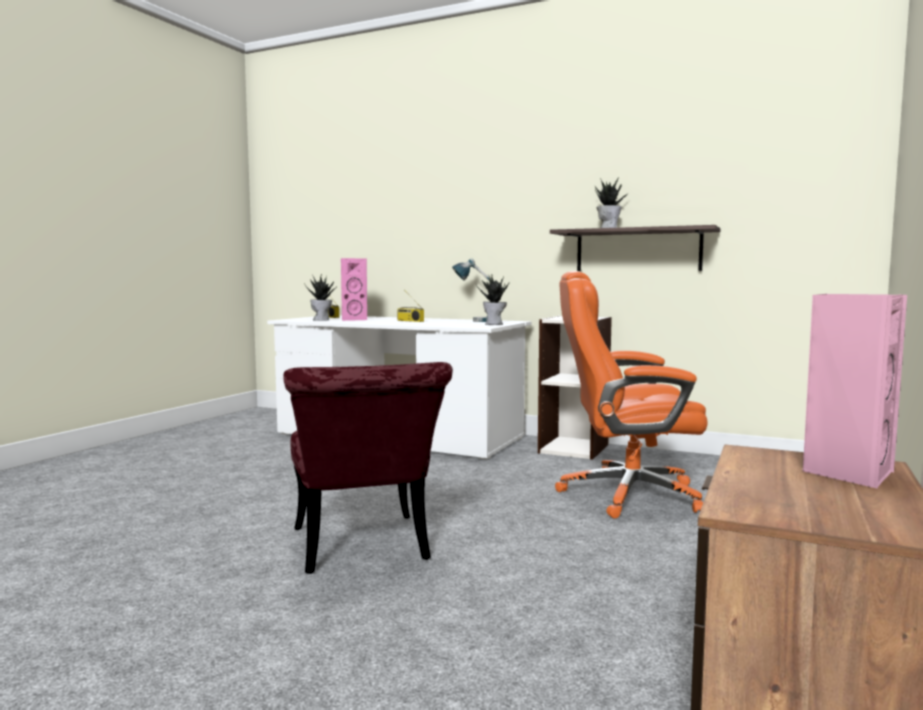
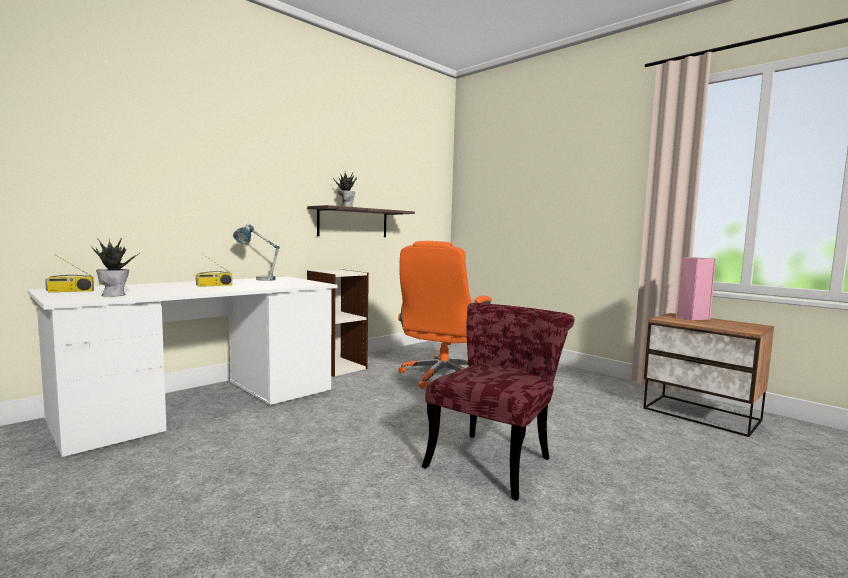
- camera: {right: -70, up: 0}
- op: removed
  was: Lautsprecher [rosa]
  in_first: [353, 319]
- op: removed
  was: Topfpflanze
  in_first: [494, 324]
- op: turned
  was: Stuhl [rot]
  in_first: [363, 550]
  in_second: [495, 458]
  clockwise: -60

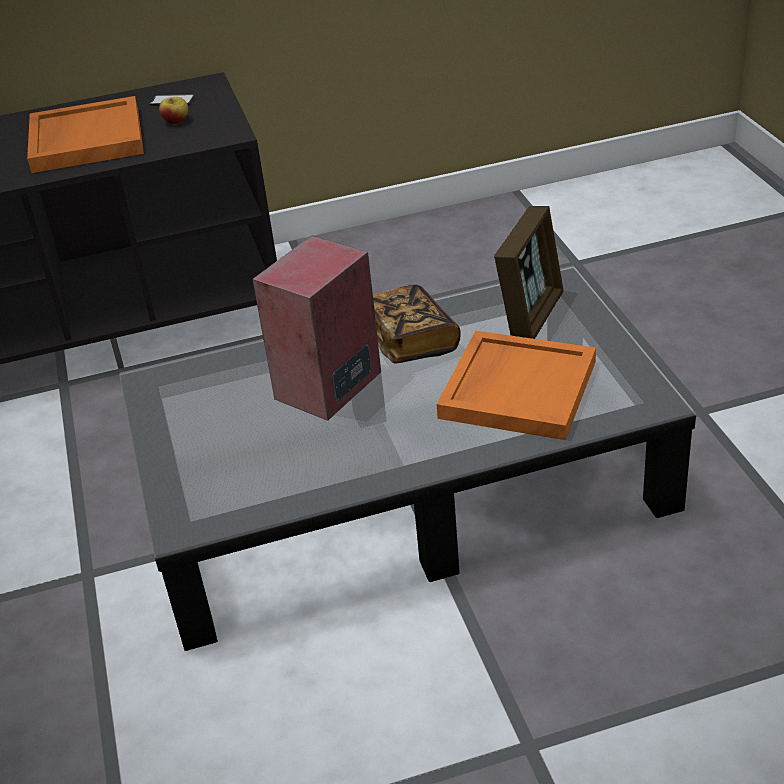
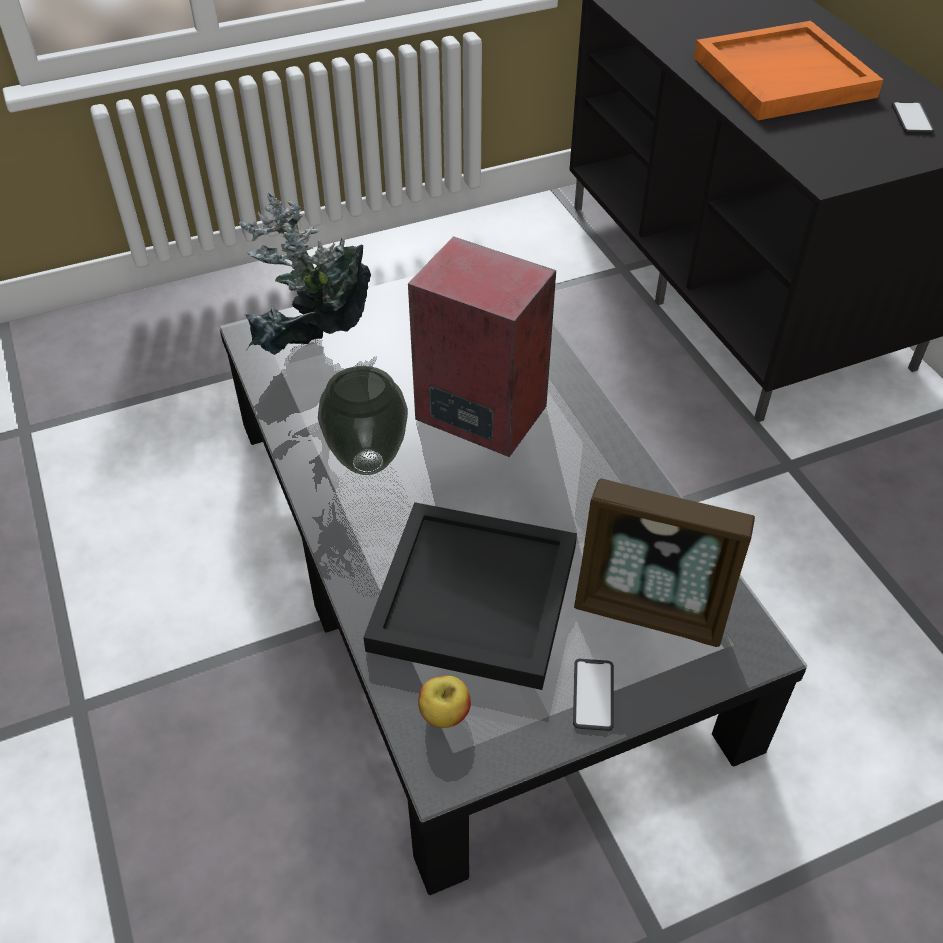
- camera: {right: 80, up: 10}
- op: moved
  was: Apfel
  in_first: [176, 121]
  in_second: [444, 714]
- op: removed
  was: Buch
  in_first: [410, 342]
- op: recoloured
  was: Tablett [orange]
  now: Tablett [schwarz]
  in_first: [517, 388]
  in_second: [476, 596]
- op: added
  now: Topfpflanze
  in_second: [316, 350]
- op: added
  now: Vase
  in_second: [367, 461]
- op: added
  now: Handy
  in_second: [593, 695]

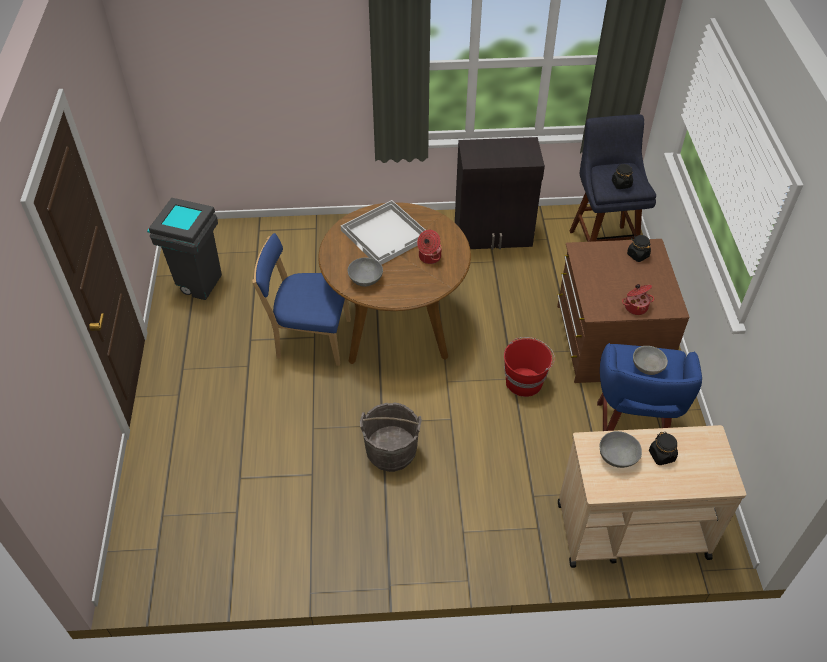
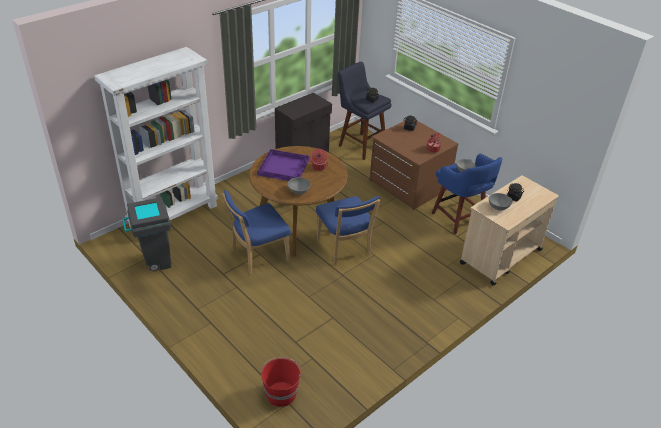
- camera: {right: -40, up: -10}
- op: recoloured
  was: Tablett [weiß]
  now: Tablett [lila]
  in_first: [386, 234]
  in_second: [284, 167]
- op: moved
  was: Eimer [rot]
  in_first: [524, 381]
  in_second: [281, 393]
- op: removed
  was: Eimer [grau]
  in_first: [391, 452]
- op: added
  now: Bücherregal [weiß]
  in_second: [174, 215]
- op: added
  now: Stuhl [blau]
  in_second: [344, 248]

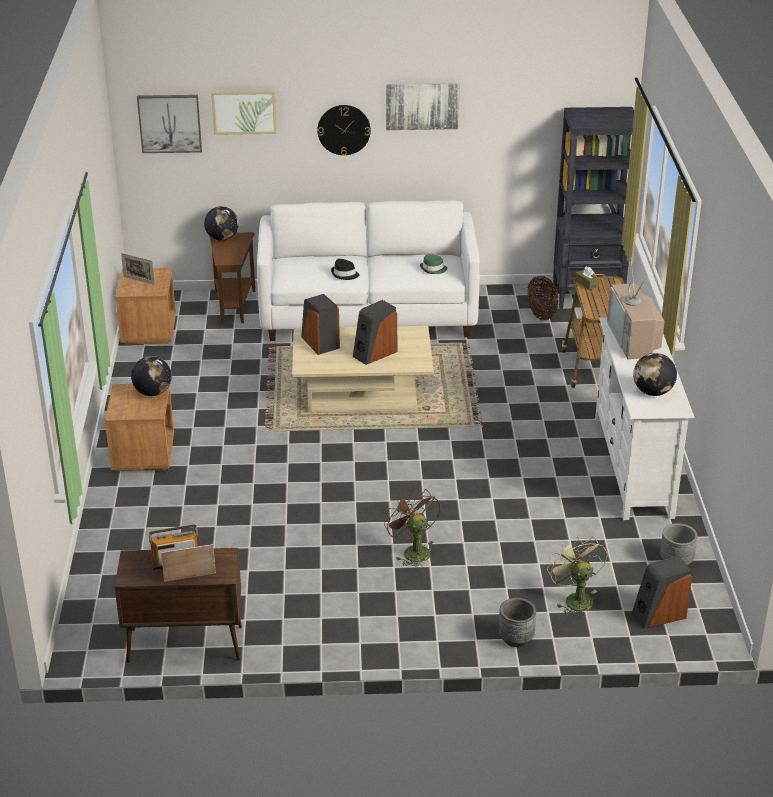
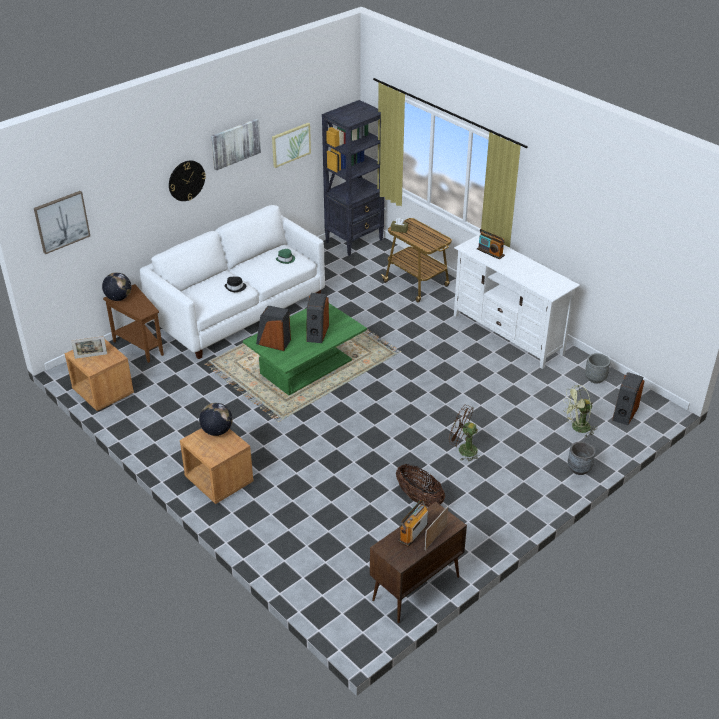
- camera: {right: -40, up: 5}
- op: moved
  was: Bild
  in_first: [244, 112]
  in_second: [291, 144]
- op: replaced
  was: Fernseher
  now: Radio
  in_first: [634, 339]
  in_second: [490, 252]
- op: moved
  was: Korb
  in_first: [541, 313]
  in_second: [419, 498]
- op: recoloured
  was: Couchtisch [beige]
  now: Couchtisch [grün]
  in_first: [362, 395]
  in_second: [306, 367]
- op: removed
  was: Globus
  in_first: [652, 392]
- op: turned
  was: Ventilator [grün]
  in_first: [575, 599]
  in_second: [577, 428]
  clockwise: -45

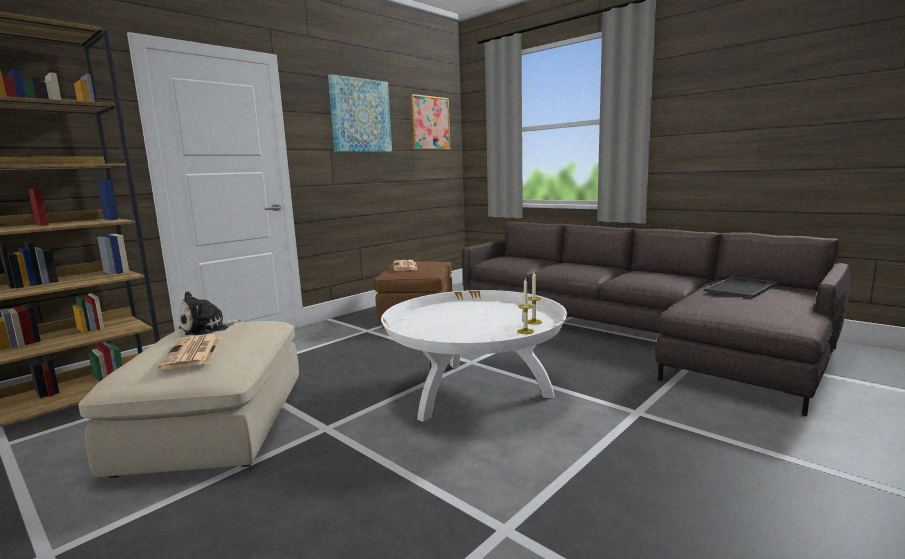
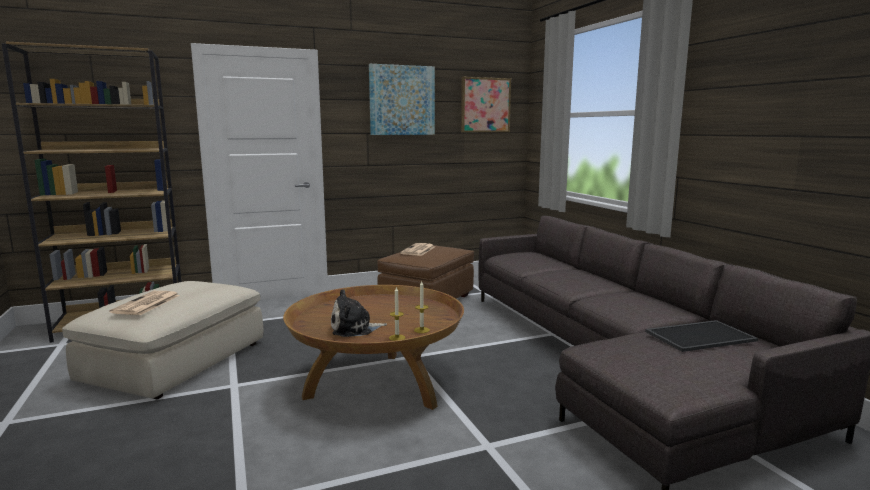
- camera: {right: 25, up: 0}
- op: recoloured
  was: Couchtisch [weiß]
  now: Couchtisch [braun]
  in_first: [476, 391]
  in_second: [377, 385]
- op: moved
  was: Plüschtier
  in_first: [207, 328]
  in_second: [354, 329]

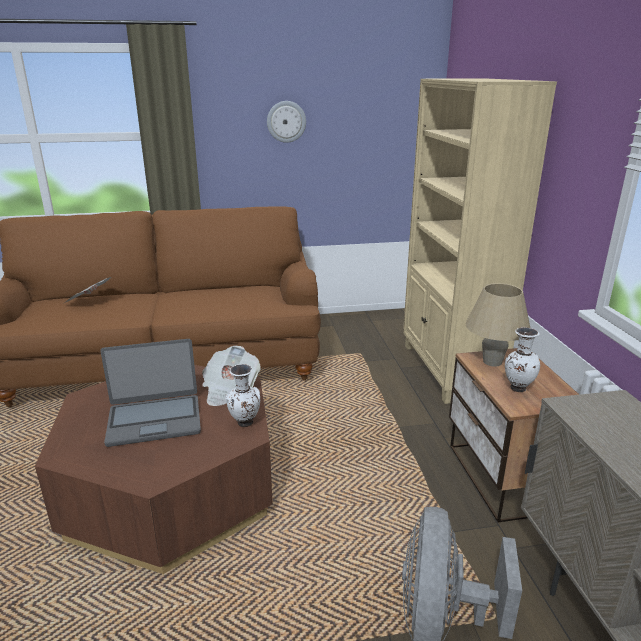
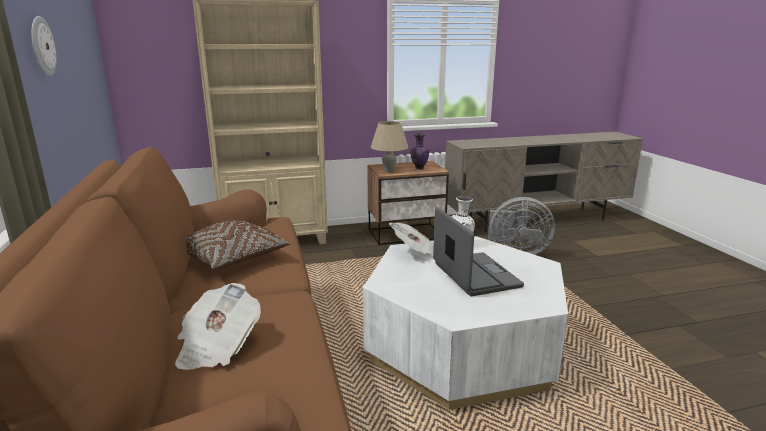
- camera: {right: -95, up: -5}
- op: recoloured
  was: Vase [weiß]
  now: Vase [lila]
  in_first: [517, 388]
  in_second: [418, 168]
- op: recoloured
  was: Couchtisch [braun]
  now: Couchtisch [weiß]
  in_first: [172, 489]
  in_second: [461, 346]
- op: added
  now: Kissen [braun]
  in_second: [234, 258]

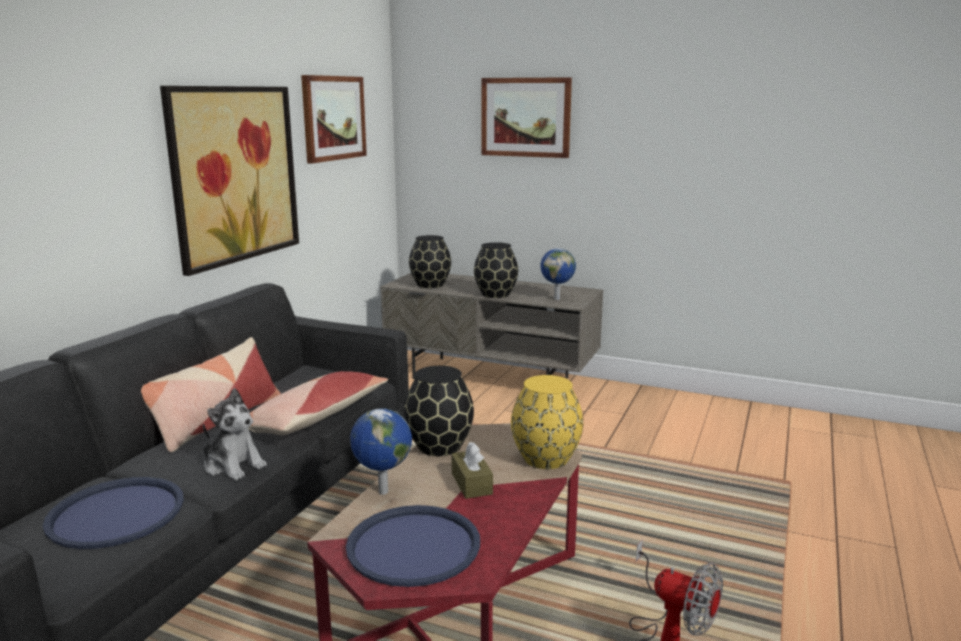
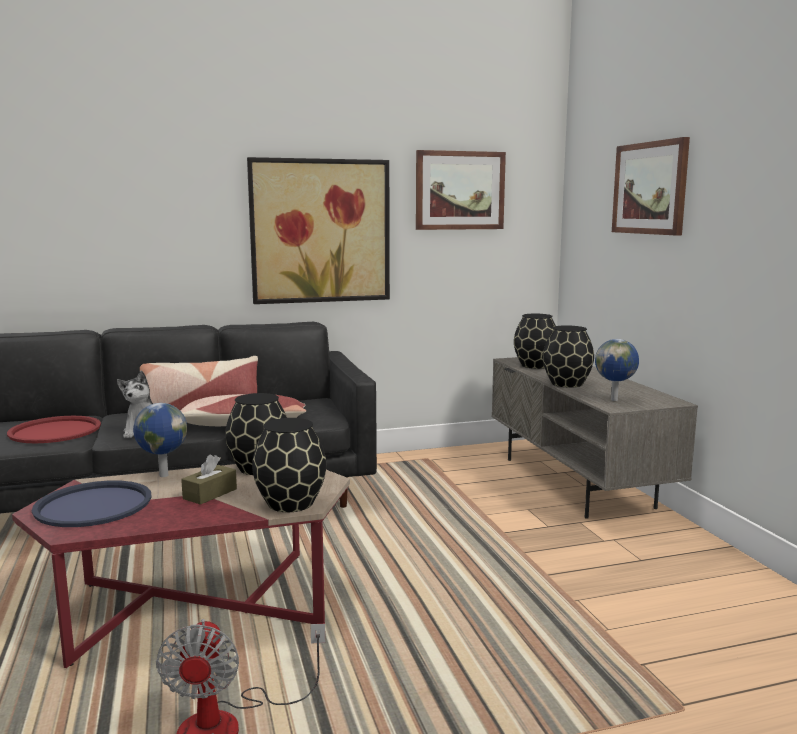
- camera: {right: 50, up: -5}
- op: recoloured
  was: Vase [gelb]
  now: Vase [schwarz]
  in_first: [546, 458]
  in_second: [291, 503]
- op: recoloured
  was: Tablett [blau]
  now: Tablett [rot]
  in_first: [116, 513]
  in_second: [55, 431]

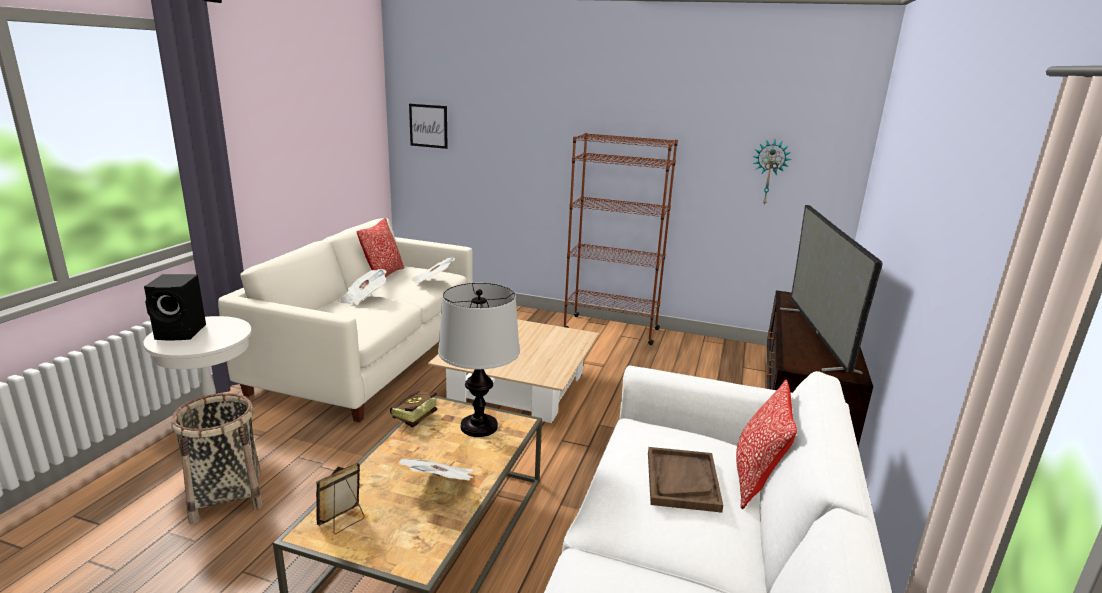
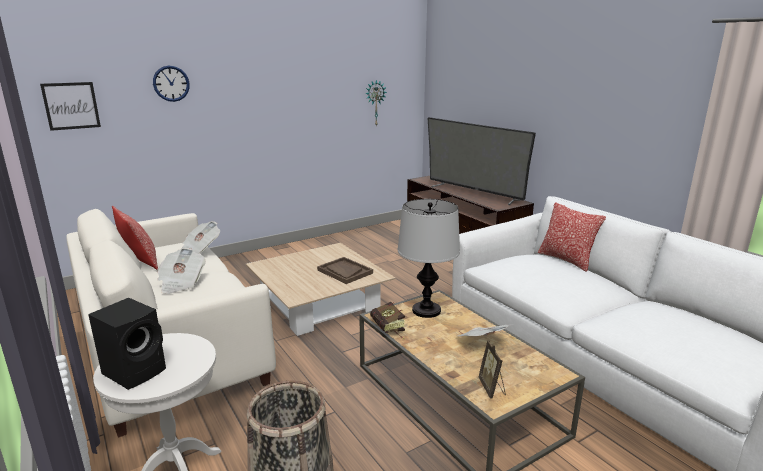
- camera: {right: -50, up: 0}
- op: removed
  was: Bücherregal [braun]
  in_first: [611, 329]
- op: moved
  was: Tablett [braun]
  in_first: [682, 480]
  in_second: [344, 271]
- op: added
  now: Wanduhr
  in_second: [171, 83]

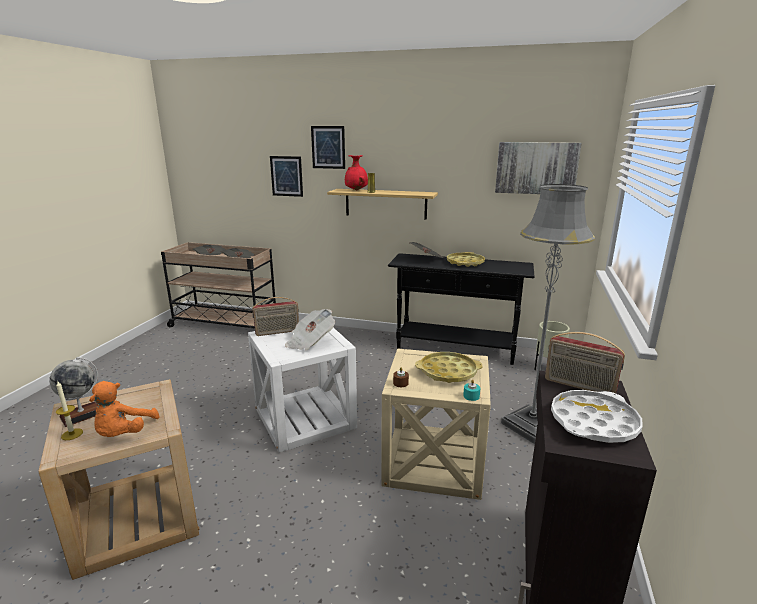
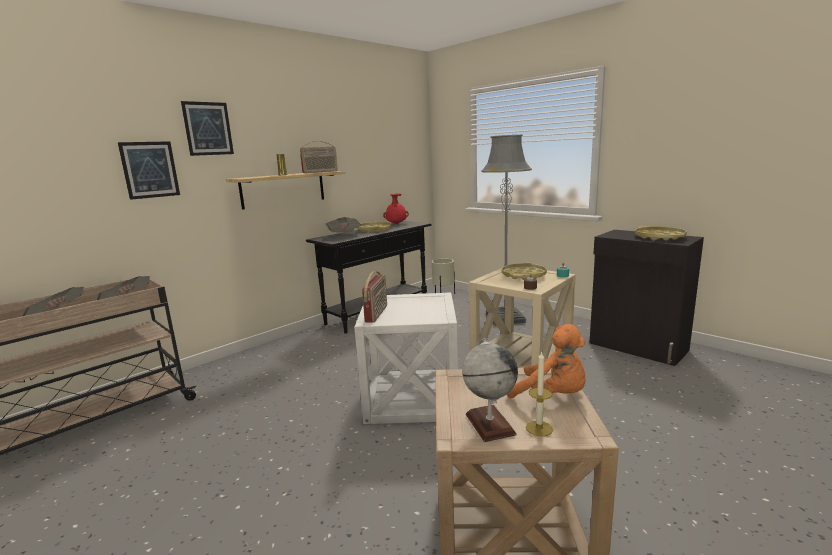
- camera: {right: -60, up: -5}
- op: removed
  was: Bild
  in_first: [536, 168]
- op: moved
  was: Vase [rot]
  in_first: [356, 190]
  in_second: [396, 224]
- op: removed
  was: Zeitung
  in_first: [310, 342]
- op: moved
  was: Radio
  in_first: [579, 386]
  in_second: [320, 172]
- op: recoloured
  was: Tablett [weiß]
  now: Tablett [gelb]
  in_first: [593, 422]
  in_second: [659, 237]

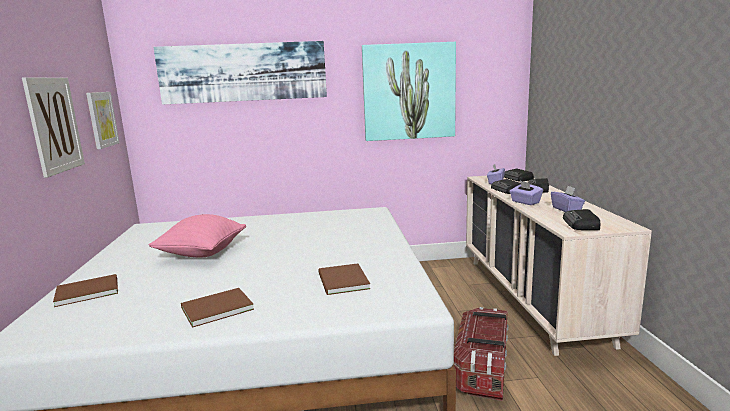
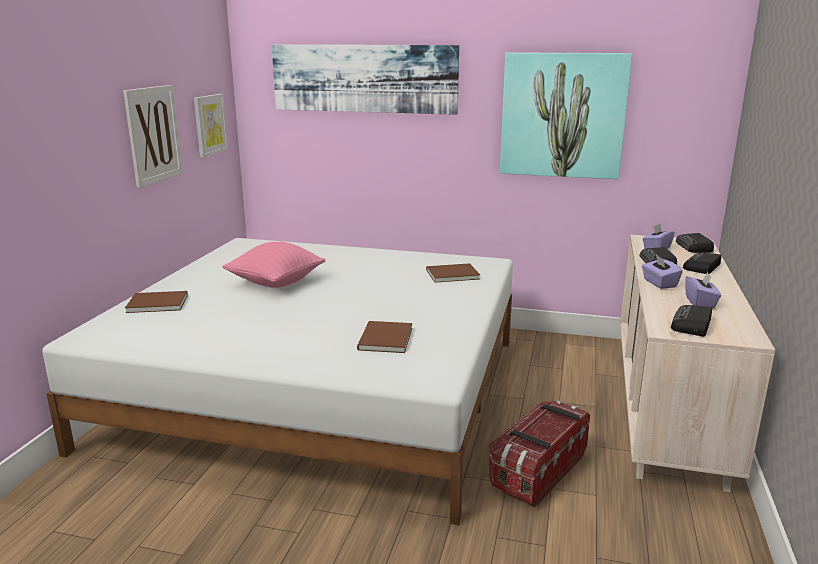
- camera: {right: 20, up: 5}
- op: moved
  was: Buch [braun]
  in_first: [215, 308]
  in_second: [450, 274]

